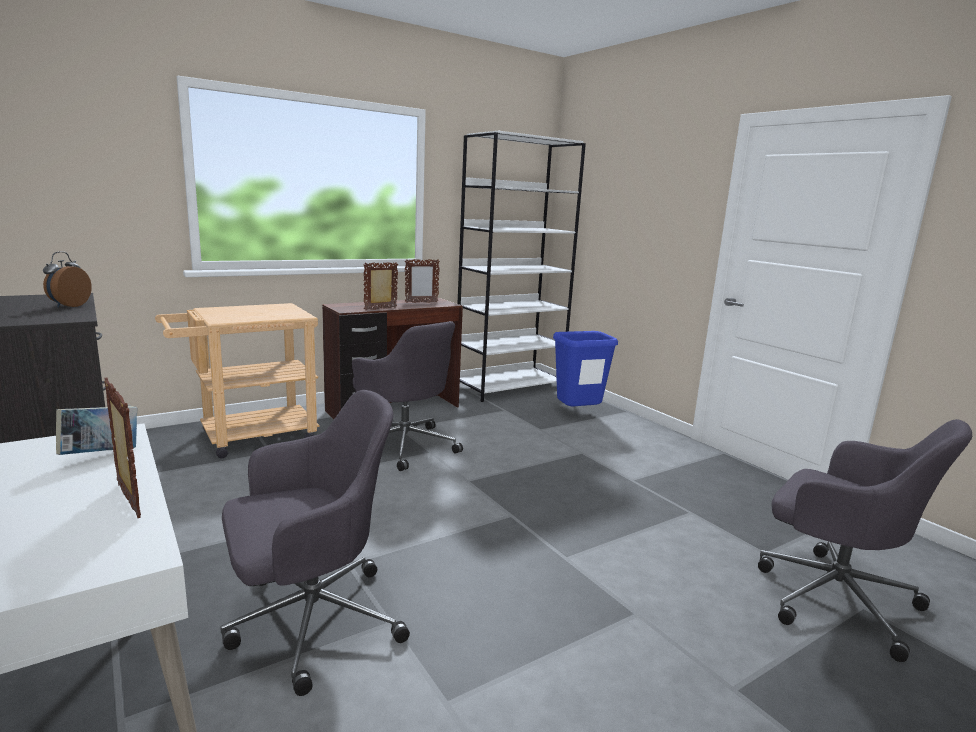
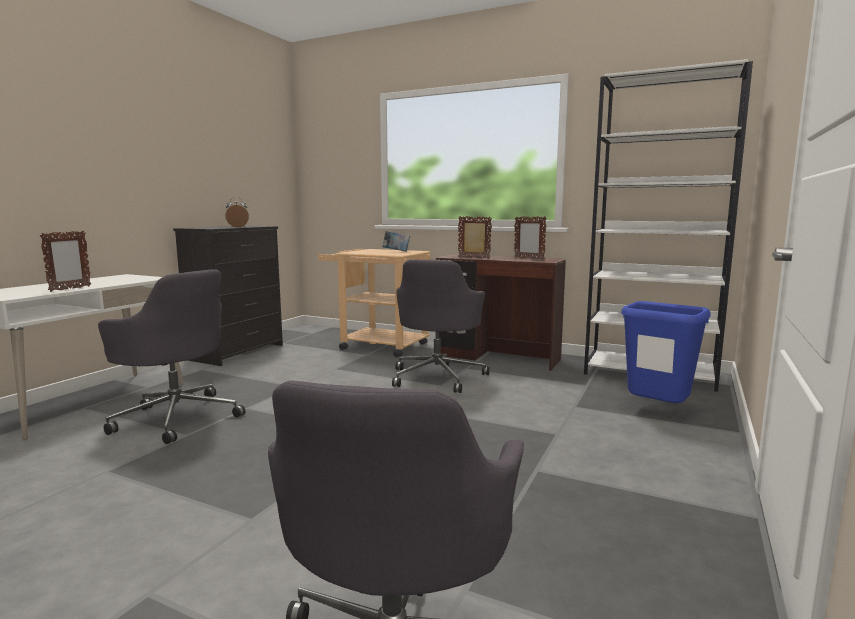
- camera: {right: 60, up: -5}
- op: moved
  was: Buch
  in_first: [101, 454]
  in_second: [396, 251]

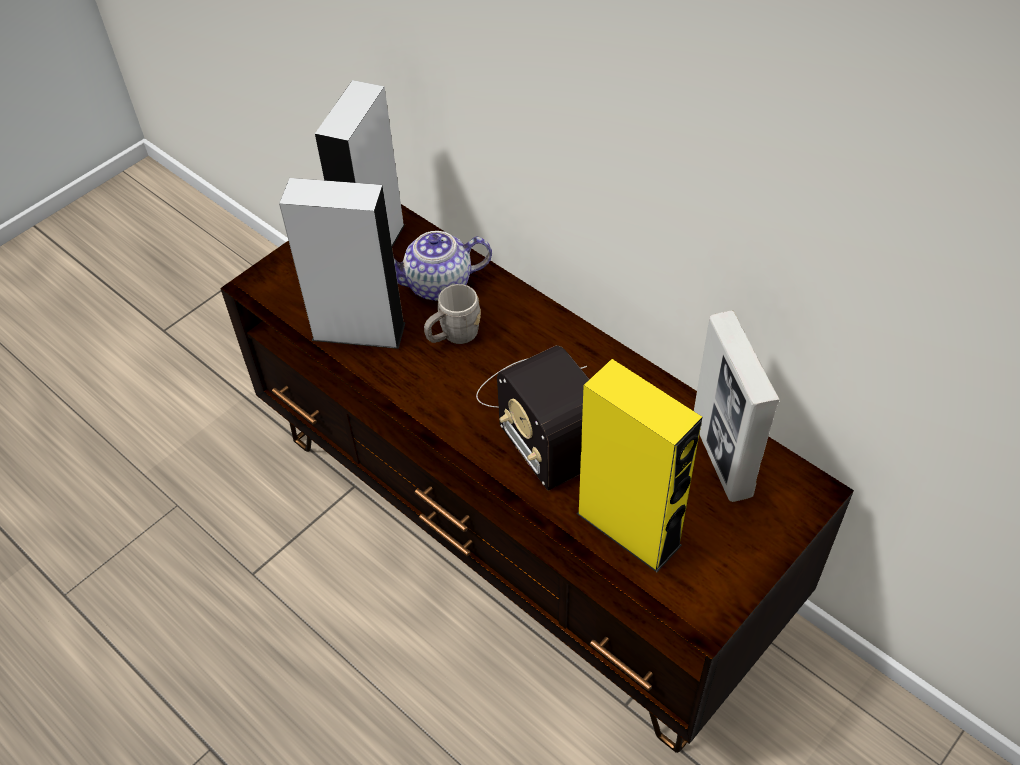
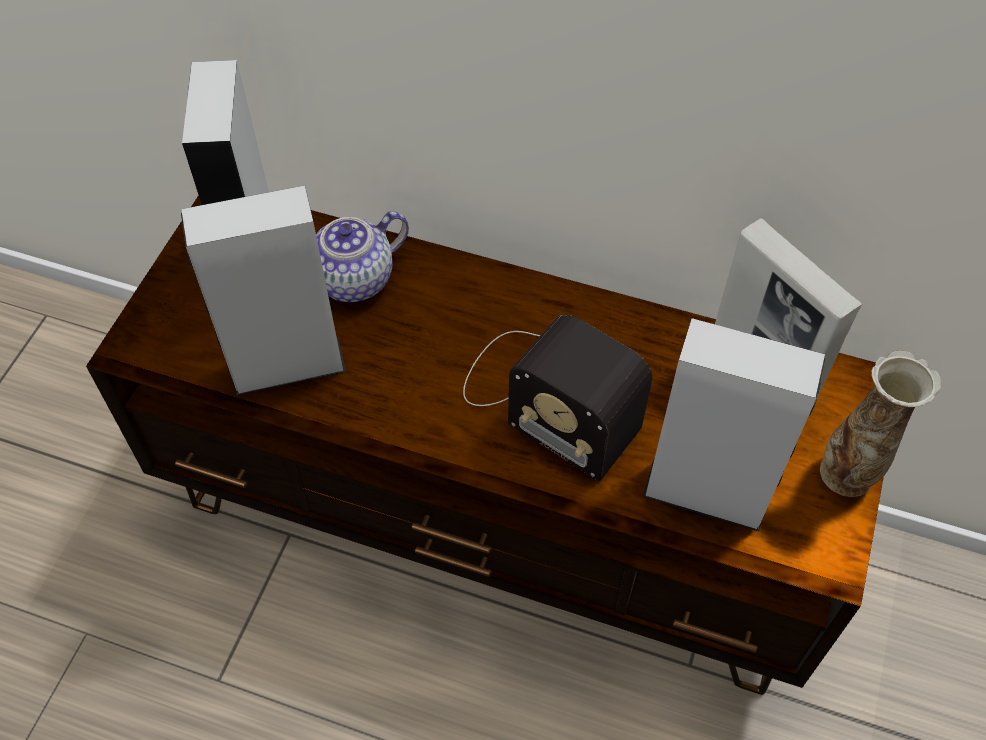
- camera: {right: -25, up: 5}
- op: removed
  was: Henkelbecher [grau]
  in_first: [453, 336]
- op: recoloured
  was: Lautsprecher [gelb]
  now: Lautsprecher [grau]
  in_first: [628, 529]
  in_second: [705, 493]
- op: added
  now: Vase
  in_second: [848, 474]

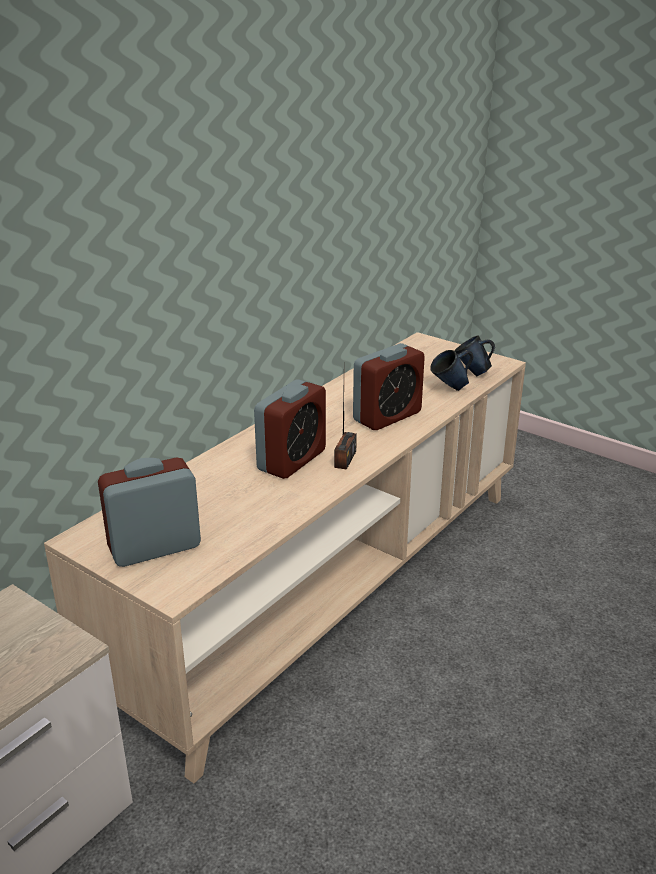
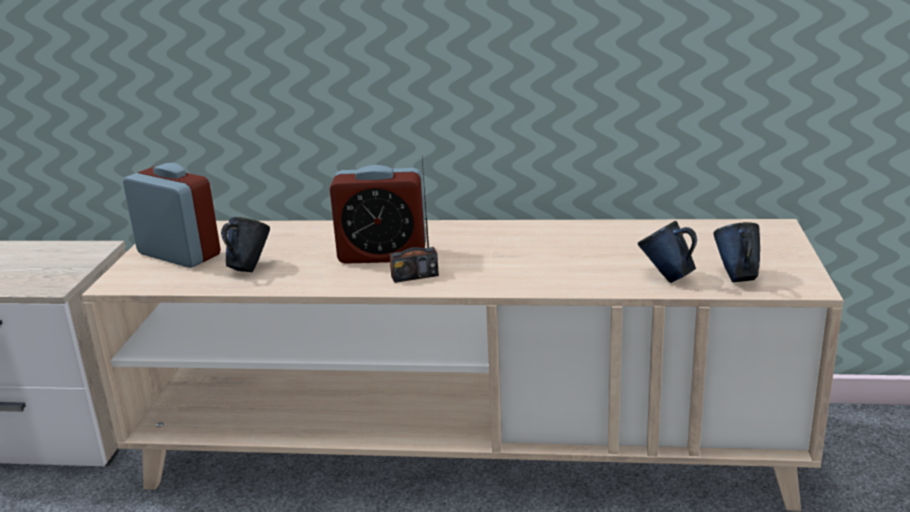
- camera: {right: 60, up: -5}
- op: removed
  was: Wecker
  in_first: [387, 416]
- op: added
  now: Henkelbecher [blau]
  in_second: [248, 268]

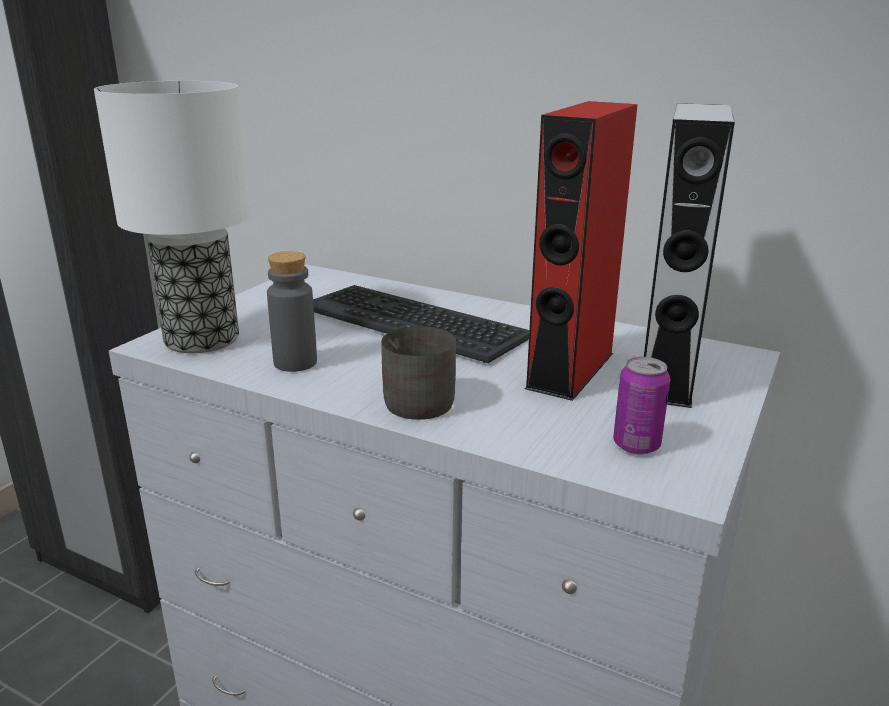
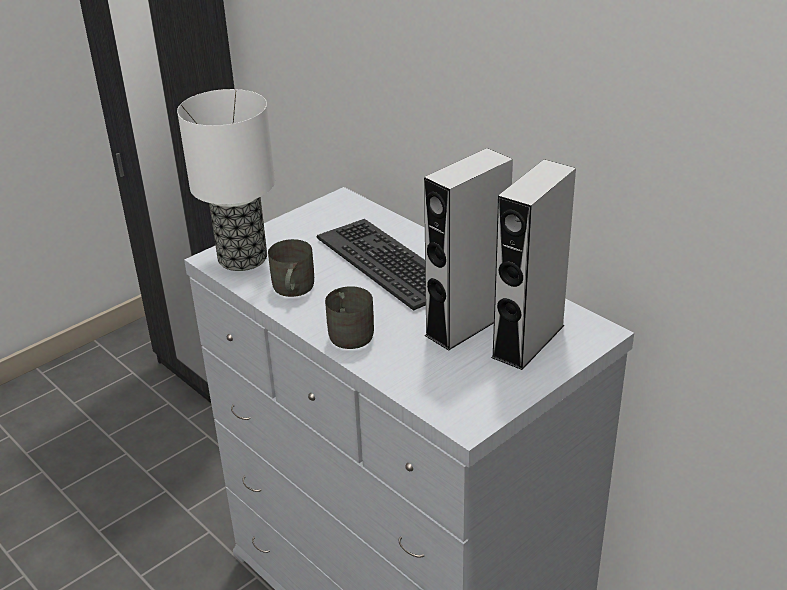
- camera: {right: 20, up: 10}
- op: recoloured
  was: Lautsprecher [rot]
  now: Lautsprecher [grau]
  in_first: [570, 370]
  in_second: [466, 325]
- op: replaced
  was: Flasche [grau]
  now: Henkelbecher [grau]
  in_first: [295, 362]
  in_second: [292, 289]
- op: removed
  was: Dose
  in_first: [636, 445]

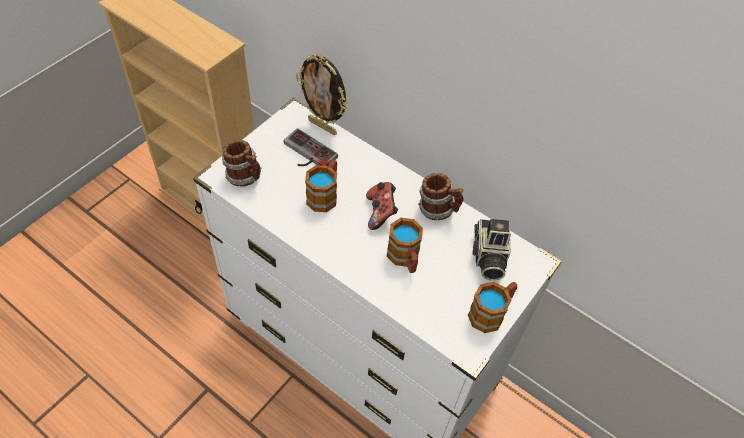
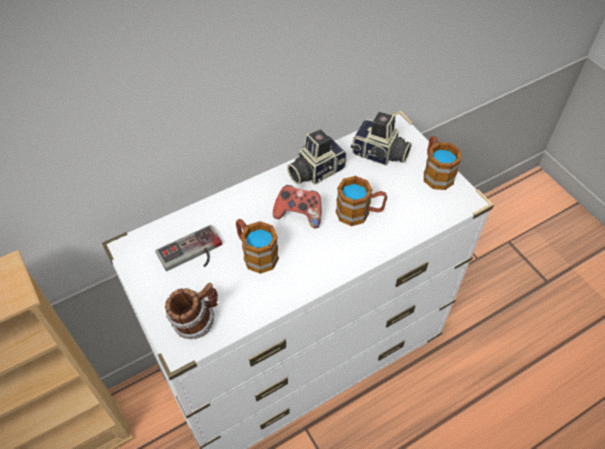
- camera: {right: -65, up: 0}
- op: removed
  was: Bilderrahmen
  in_first: [323, 126]
- op: replaced
  was: Henkelbecher
  now: Kamera
  in_first: [438, 210]
  in_second: [315, 170]

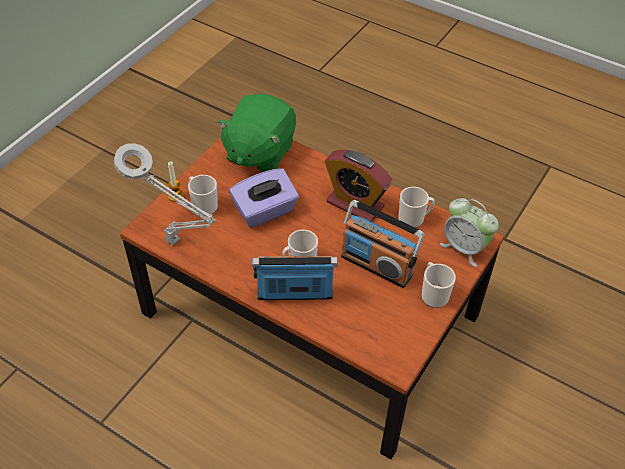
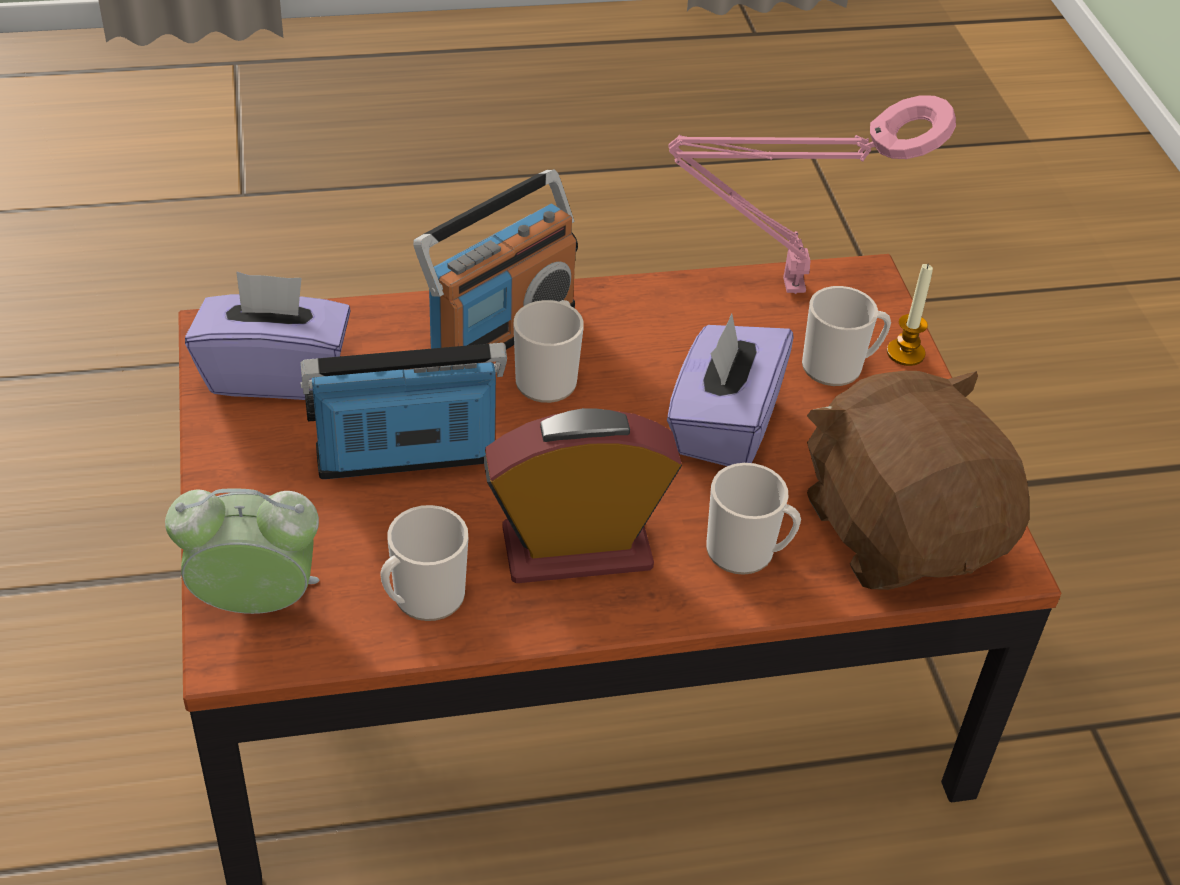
- camera: {right: 135, up: -5}
- op: recoloured
  was: Plüschtier [grün]
  now: Plüschtier [braun]
  in_first: [259, 152]
  in_second: [901, 531]
- op: recoloured
  was: Tischlampe [grau]
  now: Tischlampe [rosa]
  in_first: [176, 243]
  in_second: [785, 287]
- op: moved
  was: Henkelbecher
  in_first: [433, 294]
  in_second: [747, 552]
- op: added
  now: Taschentuchbox [lila]
  in_second: [276, 373]

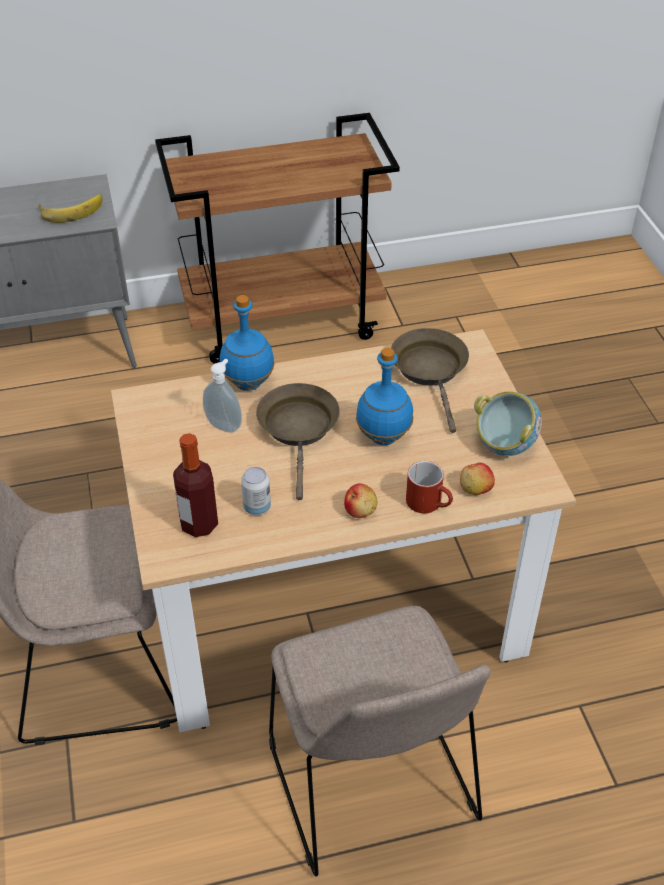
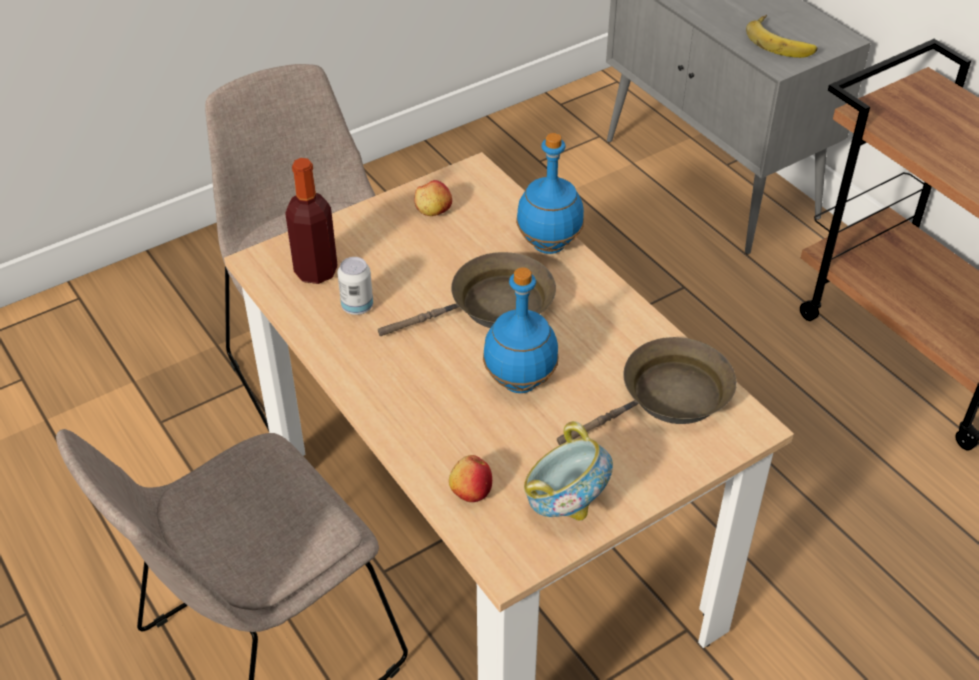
- camera: {right: 70, up: 0}
- op: removed
  was: Seifenspender
  in_first: [225, 425]
- op: removed
  was: Henkelbecher [rot]
  in_first: [430, 503]
- op: moved
  was: Apfel
  in_first: [360, 510]
  in_second: [433, 211]

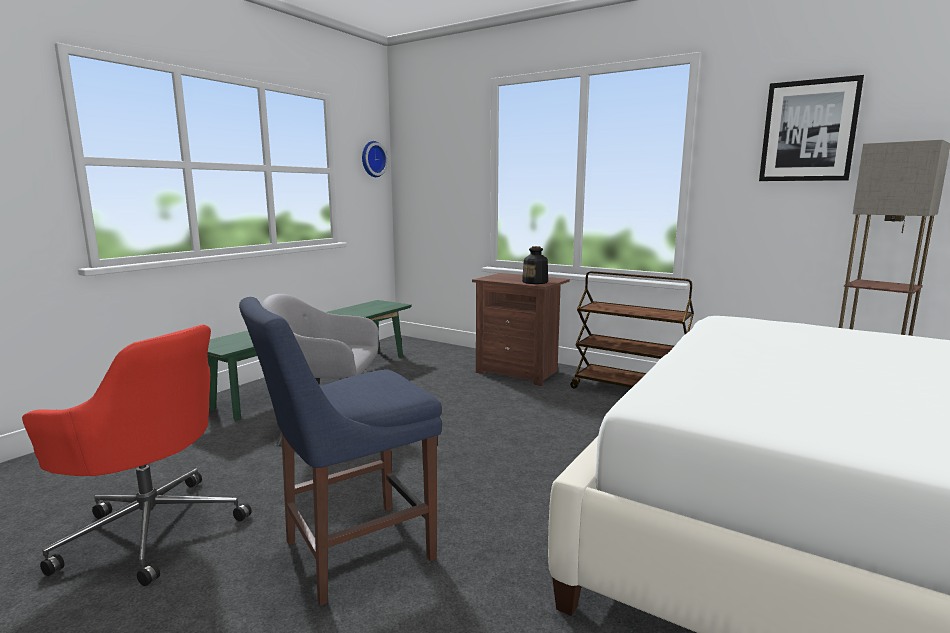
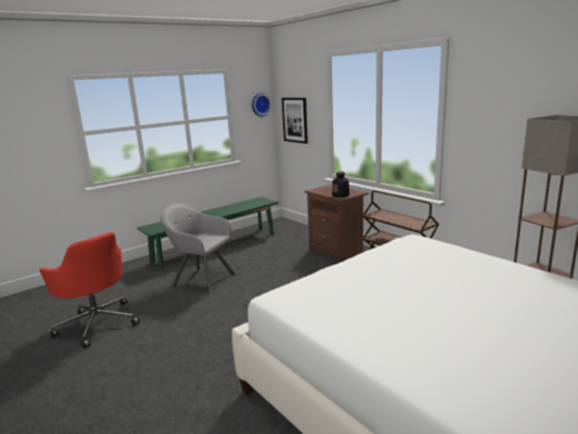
- camera: {right: 20, up: 5}
- op: moved
  was: Bild
  in_first: [808, 131]
  in_second: [295, 120]
- op: removed
  was: Stuhl [blau]
  in_first: [351, 551]

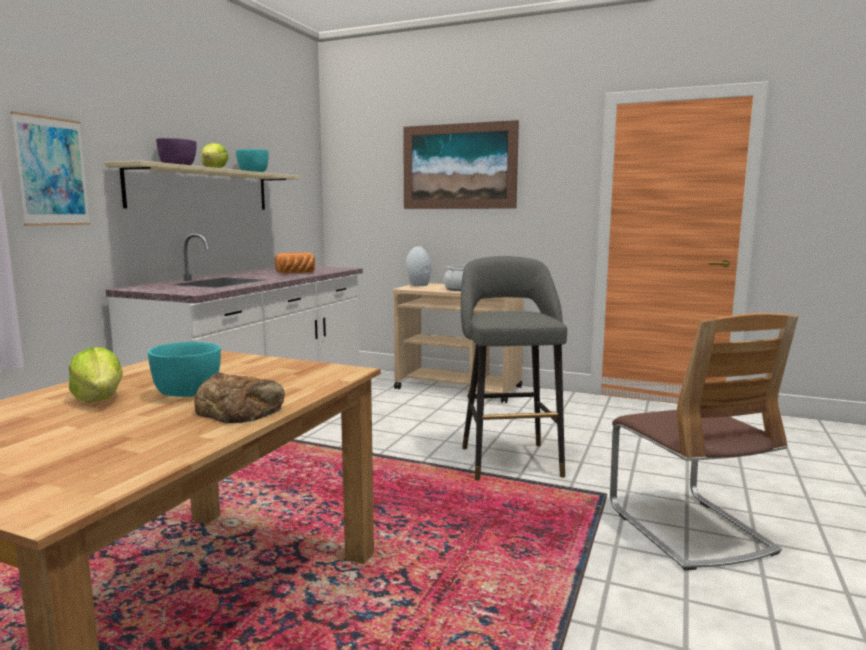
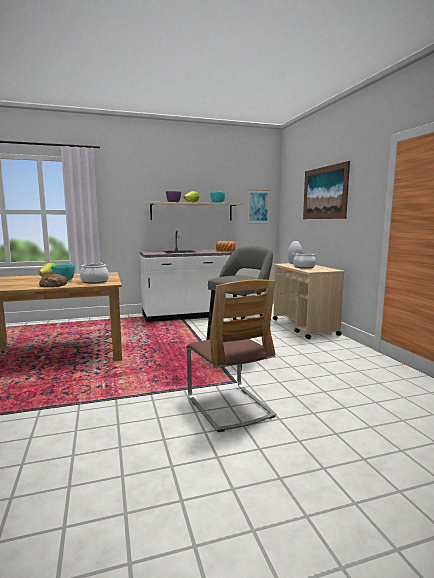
- camera: {right: 50, up: 0}
- op: moved
  was: Bild
  in_first: [52, 171]
  in_second: [258, 207]
- op: turned
  was: Stuhl
  in_first: [689, 529]
  in_second: [229, 407]
  clockwise: -60
- op: added
  now: Kochtopf
  in_second: [95, 282]

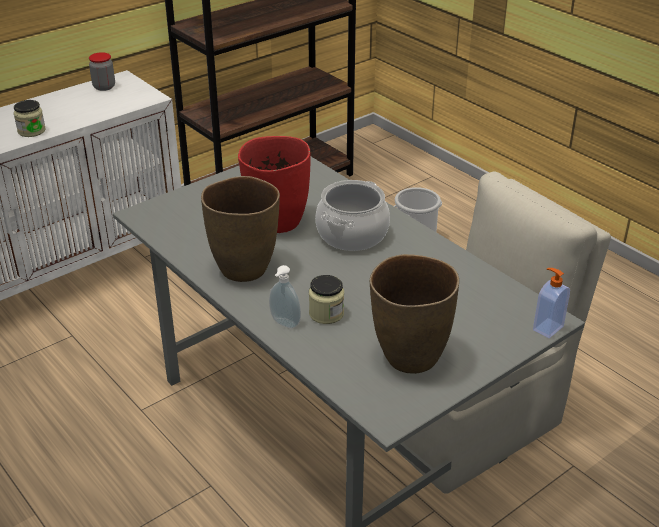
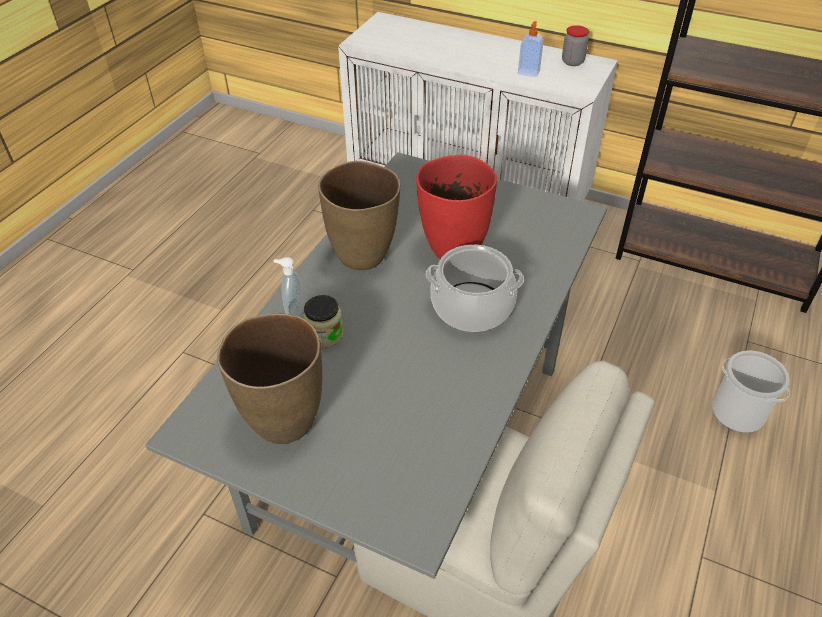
- camera: {right: 65, up: 10}
- op: removed
  was: Vorratsglas
  in_first: [31, 131]
- op: moved
  was: Seifenspender
  in_first: [547, 328]
  in_second: [528, 72]

